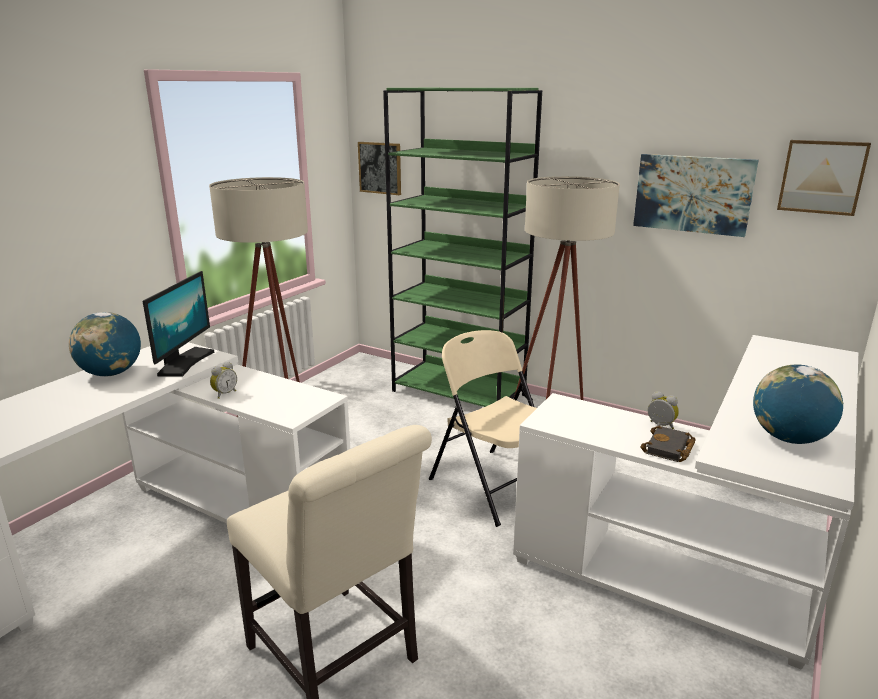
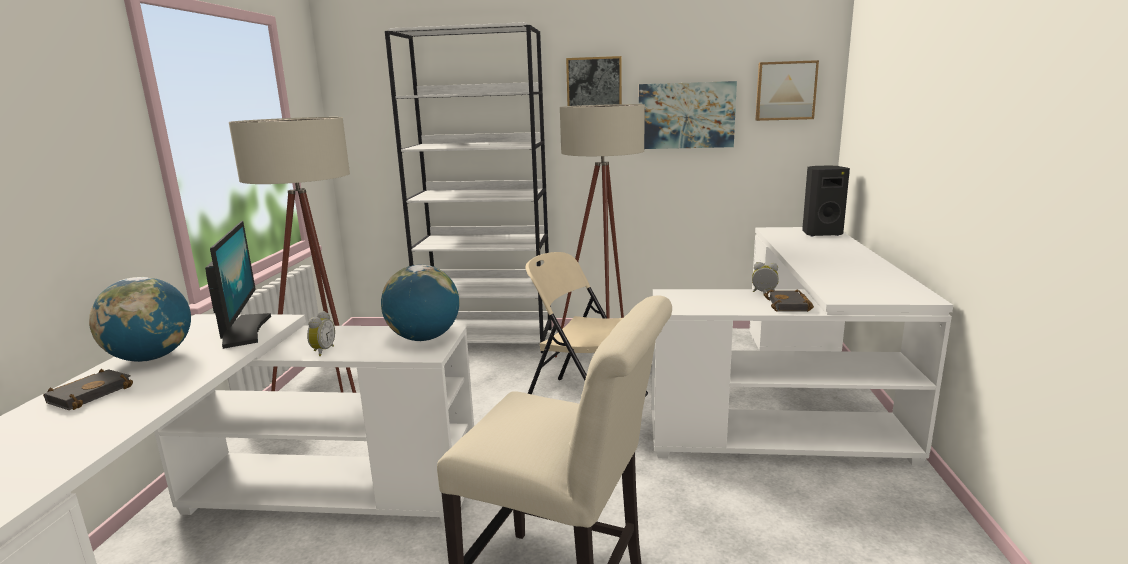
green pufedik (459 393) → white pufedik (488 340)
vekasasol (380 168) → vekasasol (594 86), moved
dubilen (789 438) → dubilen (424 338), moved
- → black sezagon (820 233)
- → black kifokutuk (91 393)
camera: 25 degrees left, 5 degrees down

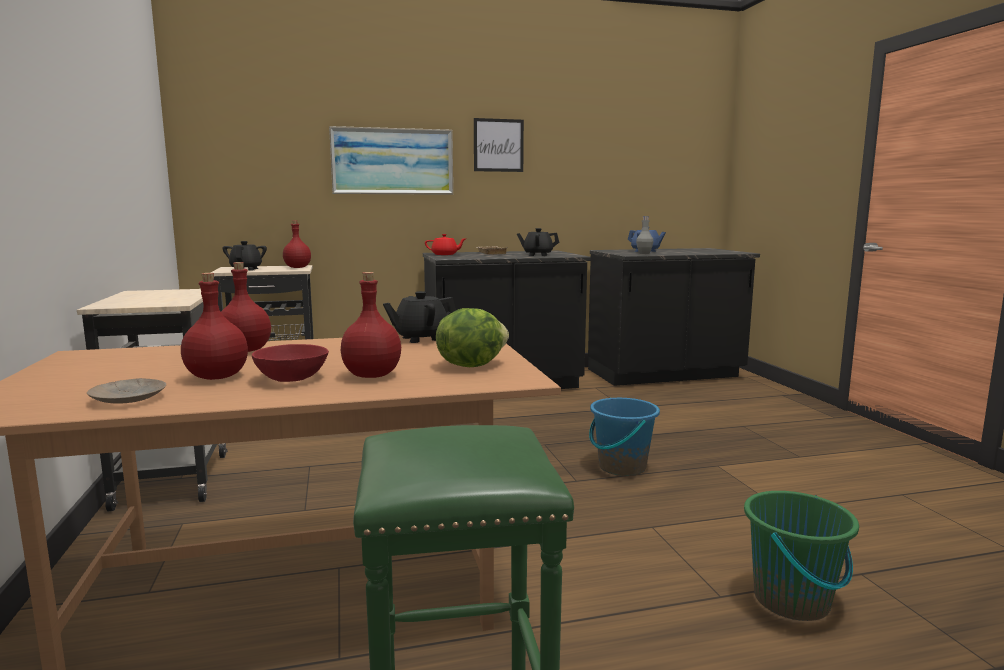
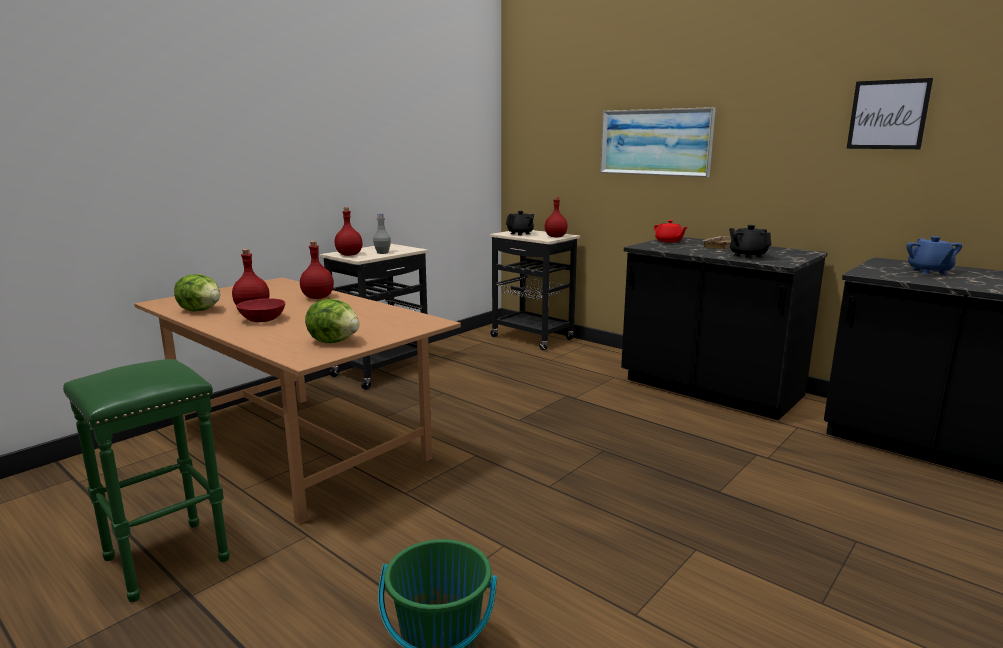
vekasasol (498 145) → vekasasol (888 114), moved
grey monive (644 253) → grey monive (382 253), moved
red monive (373 375) → red monive (349 255), moved
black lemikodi (421 338) → -
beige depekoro (129 398) → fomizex (201 310)
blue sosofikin (621 467) → -
camera: 55 degrees right, 5 degrees up

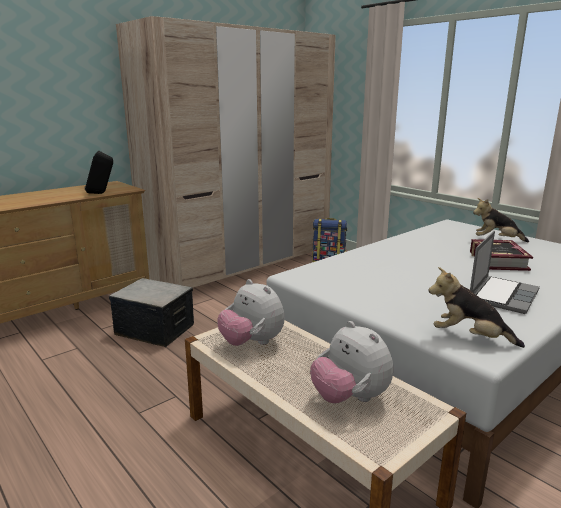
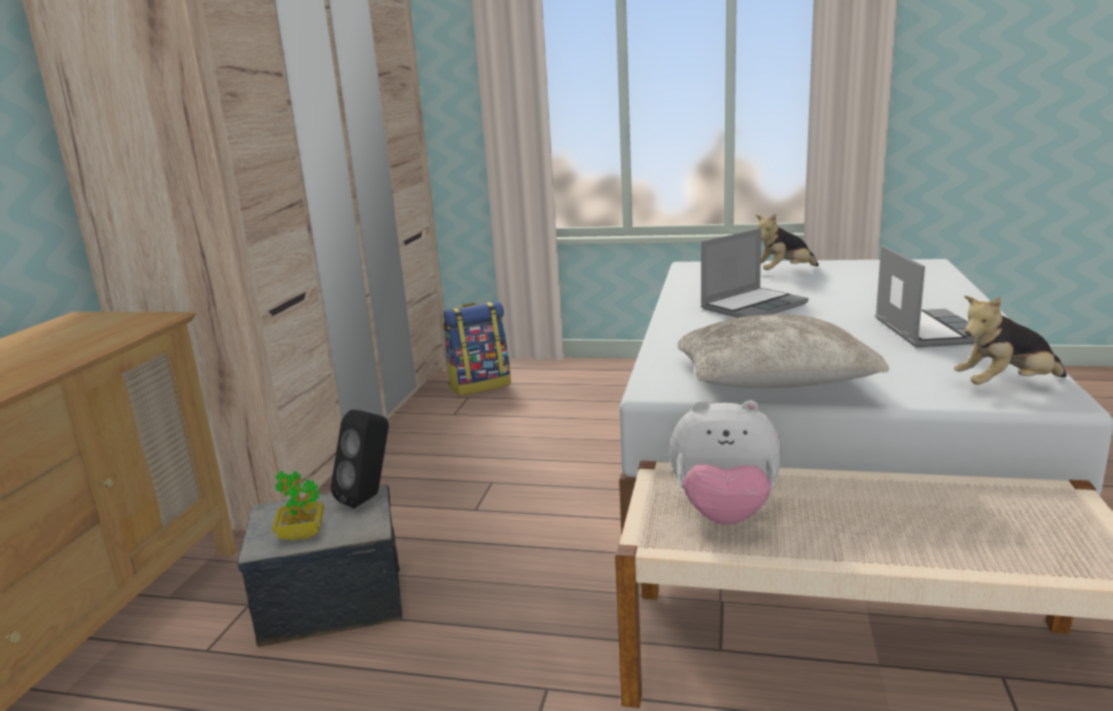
black sezagon (101 193) → black sezagon (369 498), moved
kifokutuk (497 261) → -
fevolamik (350 398) → -
- → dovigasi (753 306)
- → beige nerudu (771 382)
- → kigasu (301 534)
camera: 35 degrees left, 0 degrees up

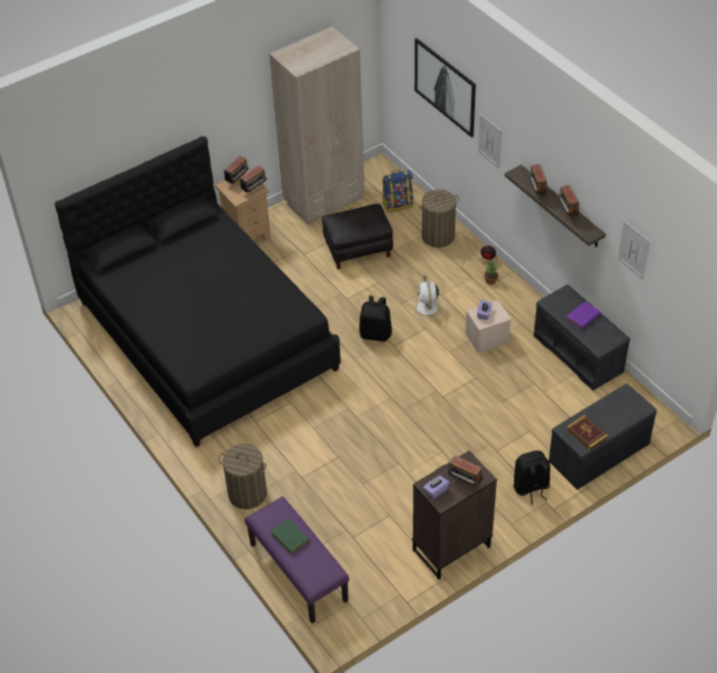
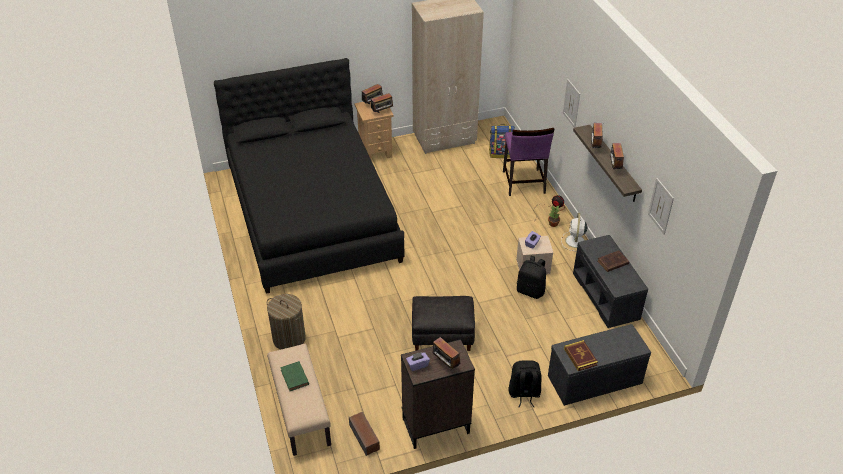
vekasasol (445 87) → -
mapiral (438 236) → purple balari (523 182)
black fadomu (357 249) → black fadomu (442 335), moved
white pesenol (427 308) → white pesenol (575 242), moved
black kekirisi (376 333) → black kekirisi (531 291), moved
purple kifokutuk (582 317) → brown kifokutuk (612 263)
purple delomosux (297 572) → beige delomosux (300 411)
- → sezagon (364 437)
camera: 15 degrees right, 5 degrees down

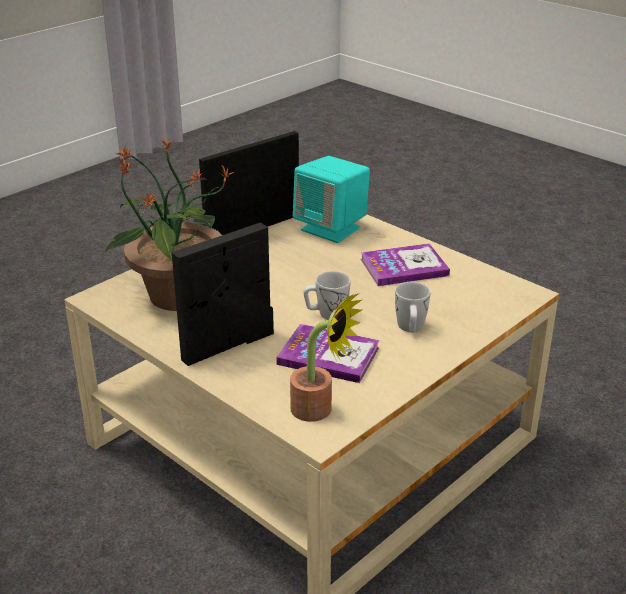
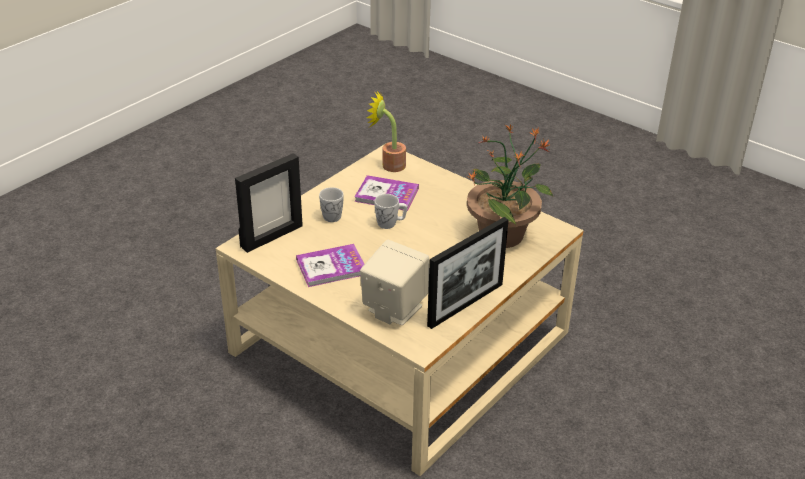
turquoise sezagon (331 229) → beige sezagon (394 308)
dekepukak (228 346) → dekepukak (271 236), moved
camera: 175 degrees right, 5 degrees up

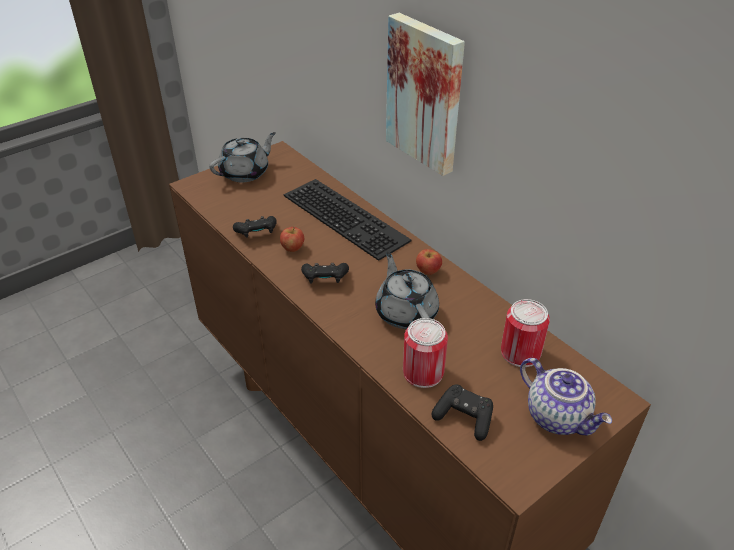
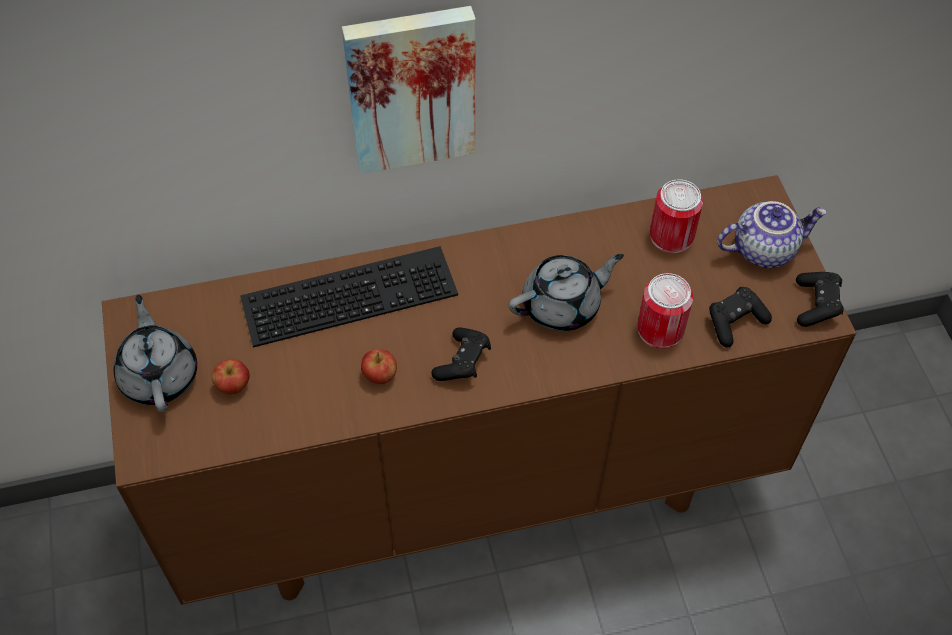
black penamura (257 233) → black penamura (816 305), moved
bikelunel (428 271) → bikelunel (233 385), moved
grey lemikodi (406 312) → grey lemikodi (562 306), 150 degrees clockwise
camera: 65 degrees left, 15 degrees up

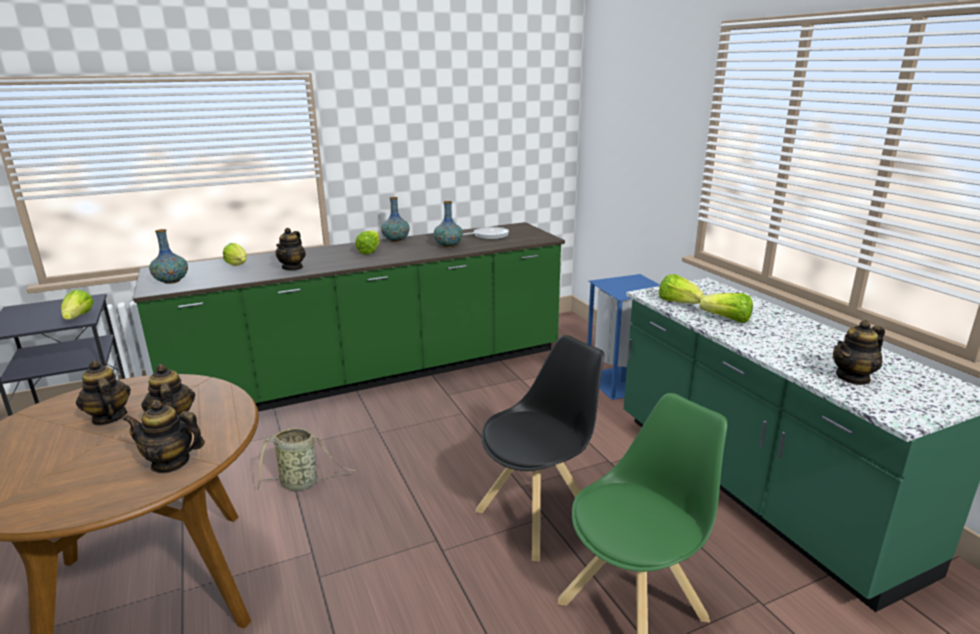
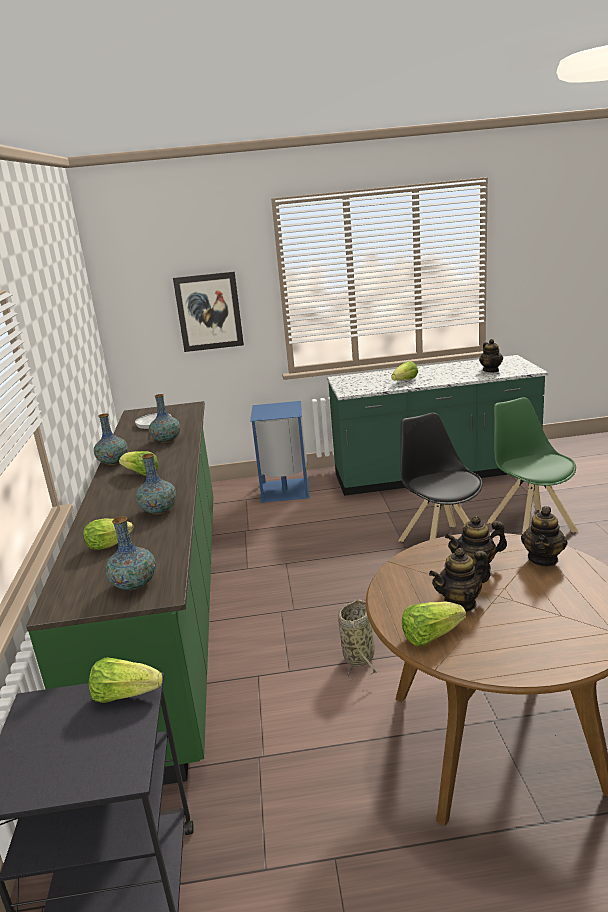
lemikodi (293 267) → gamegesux (159 510)
fomizex (678 303) → fomizex (430 636), moved
- → vekasasol (209 312)
camera: 70 degrees left, 0 degrees up

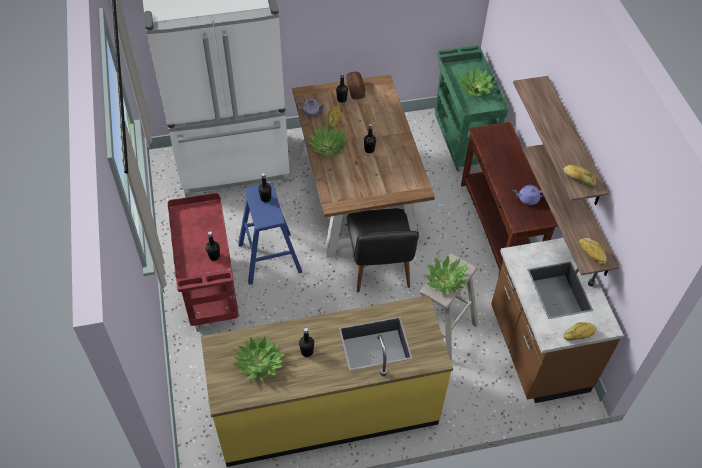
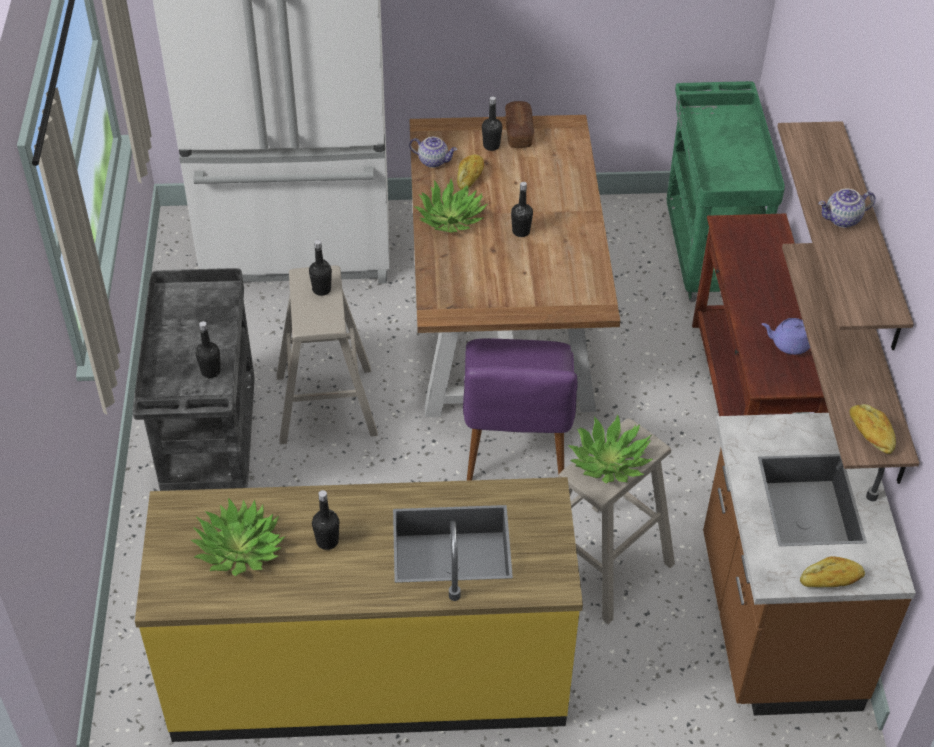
kigasu (475 88) → -
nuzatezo (578 179) → -
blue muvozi (269 257) → beige muvozi (326 404)
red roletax (211 296) → black roletax (211 455)
black balari (379 264) → purple balari (516 440)
- → lemikodi (842 220)
camera: 10 degrees right, 5 degrees down

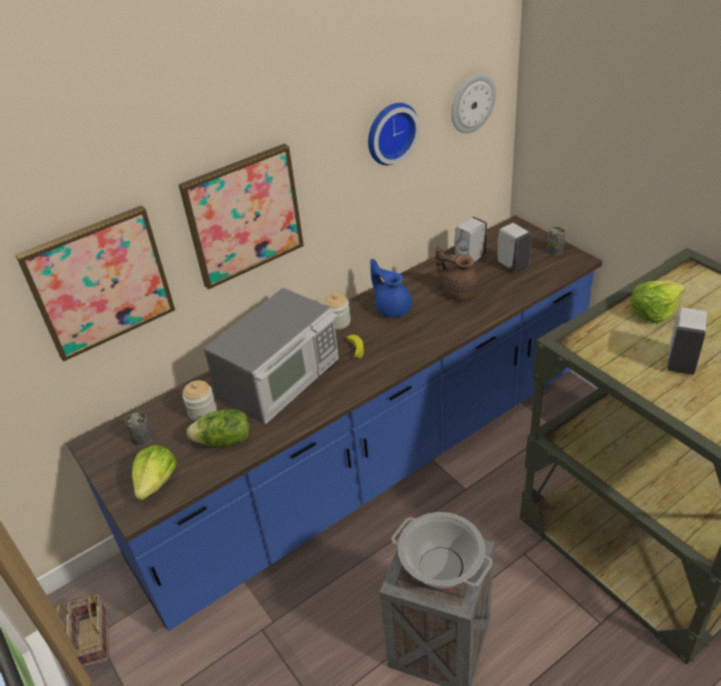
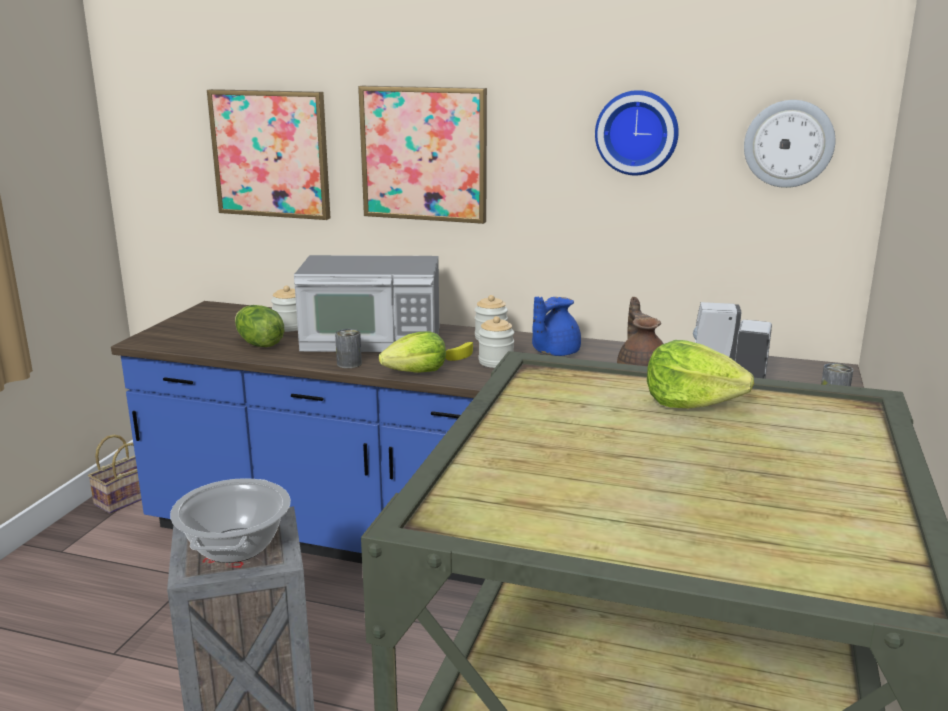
blue lemikodi (392 308) → blue lemikodi (553 352), 150 degrees counterclockwise
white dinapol (681 362) → -
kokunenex (142 438) → kokunenex (349 363), moved
fomizex (157 482) → fomizex (416 372), moved
- → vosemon (496 362)
camera: 50 degrees right, 20 degrees down

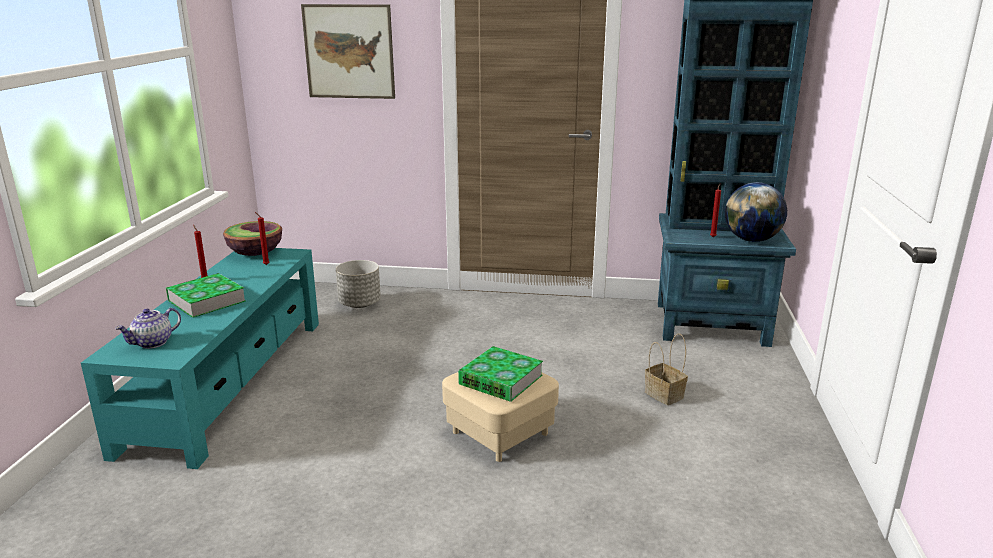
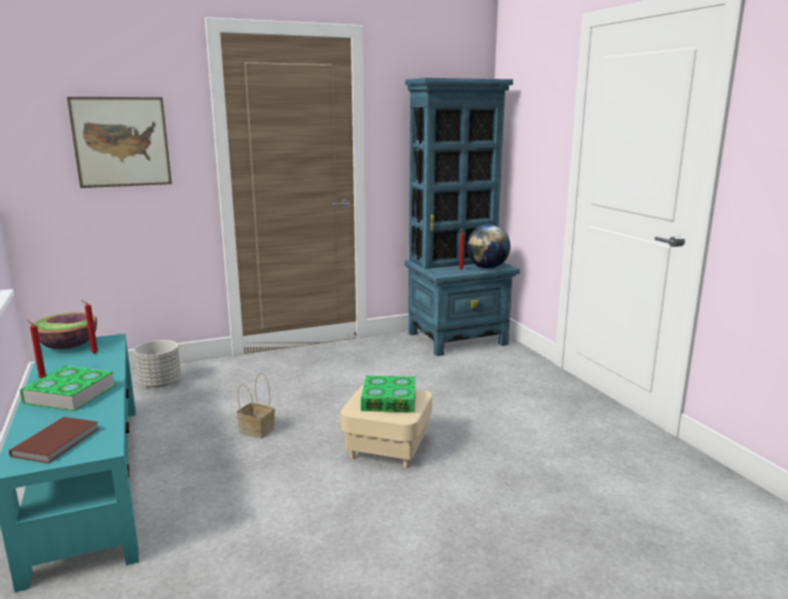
lemikodi (152 343) → brown kifokutuk (59 442)
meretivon (662 394) → meretivon (255 430), moved
camera: 30 degrees left, 5 degrees down

